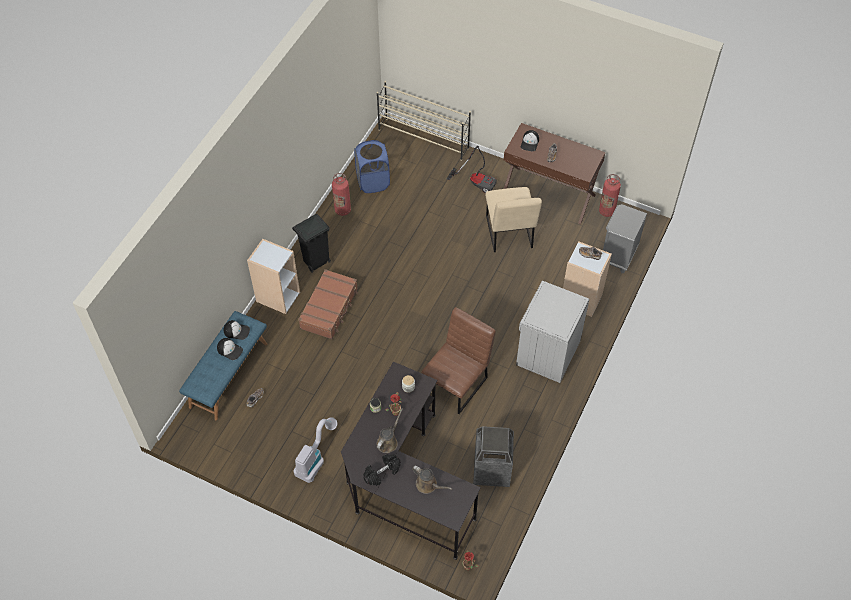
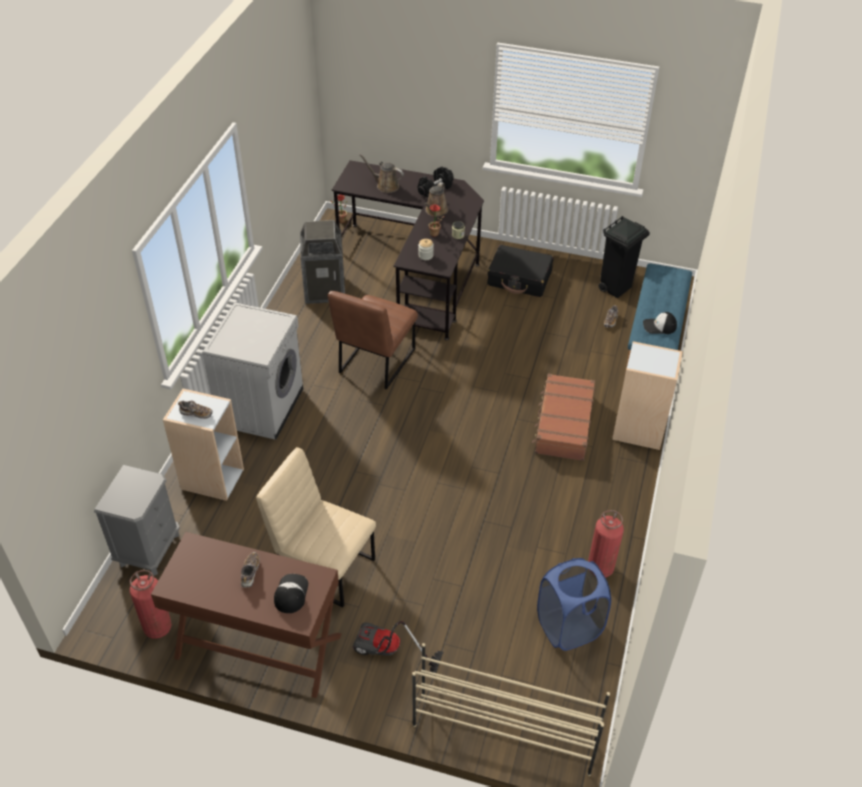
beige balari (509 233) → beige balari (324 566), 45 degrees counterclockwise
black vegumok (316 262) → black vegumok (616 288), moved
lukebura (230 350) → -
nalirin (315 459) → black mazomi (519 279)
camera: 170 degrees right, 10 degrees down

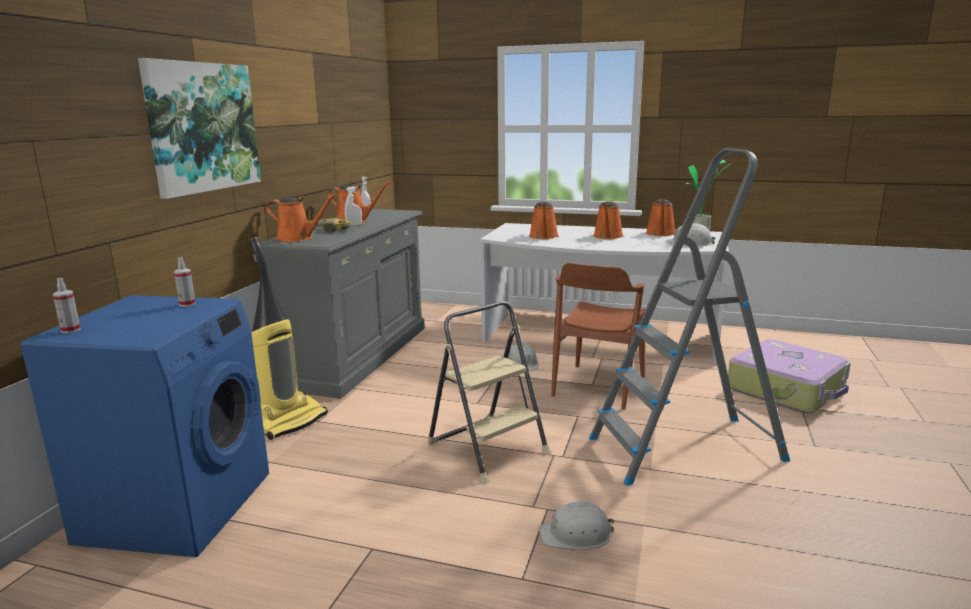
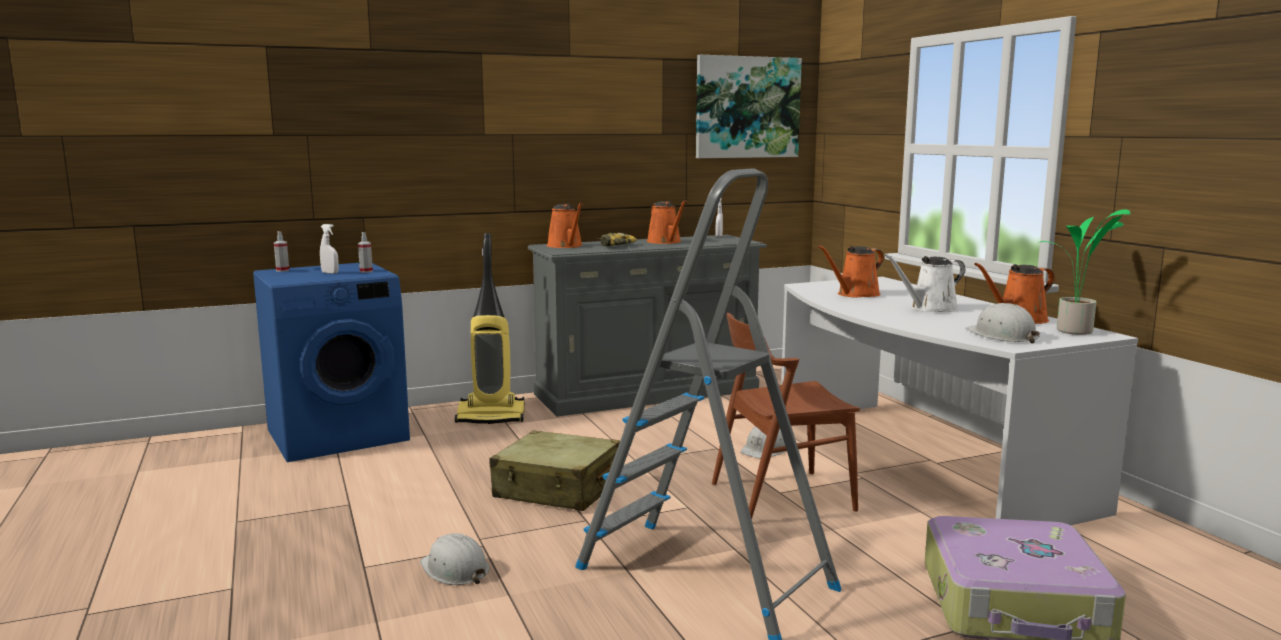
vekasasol (203 127) → vekasasol (747 107), moved
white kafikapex (354 225) → white kafikapex (330 273), moved
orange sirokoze (607 237) → white sirokoze (930 308)
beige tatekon (485 446) → beige mazomi (558 489)
camera: 50 degrees right, 5 degrees down

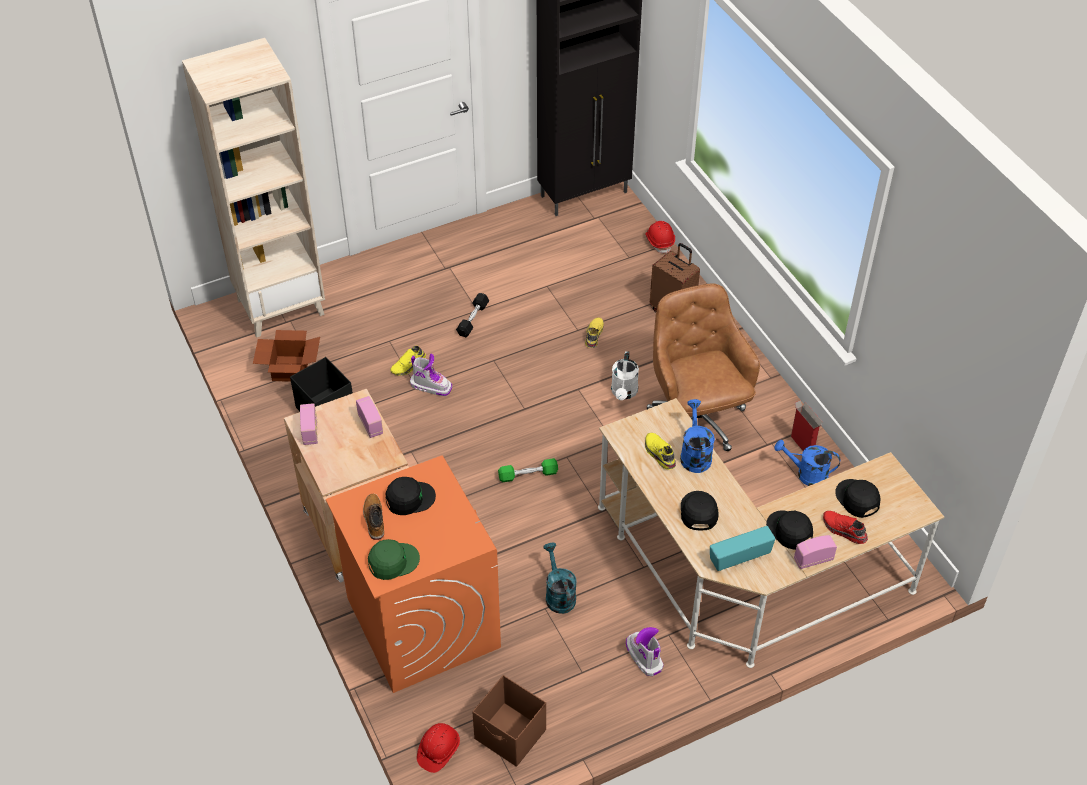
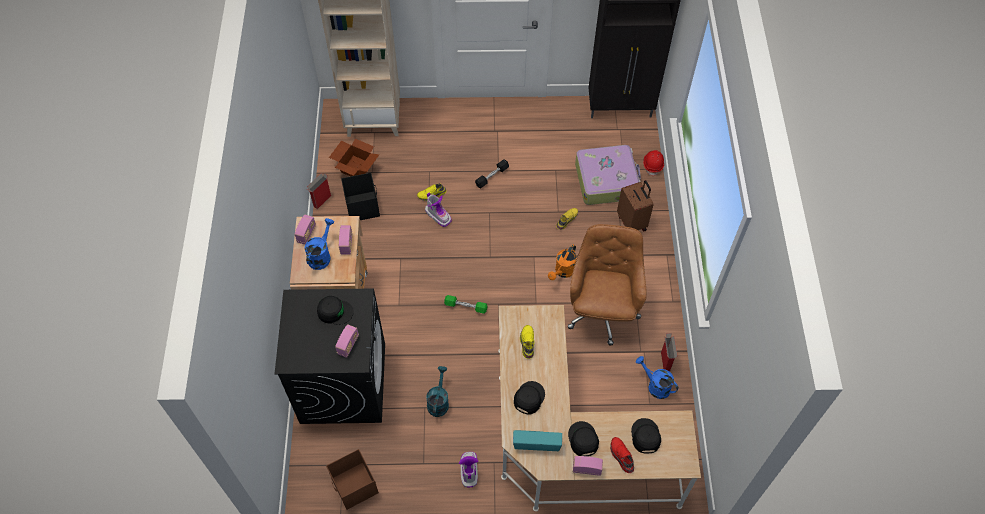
white sirokoze (624 393) → orange sirokoze (563 272)
blue sirokoze (694 454) → blue sirokoze (321 255), moved
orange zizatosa (422 622) → black zizatosa (343 382)
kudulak (374 519) → -
green lukebura (393 561) → -
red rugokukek (438 751) → -
- → mazomi (607 180)
- → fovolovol (322 201)
- → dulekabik (348 345)
camera: 25 degrees right, 10 degrees up

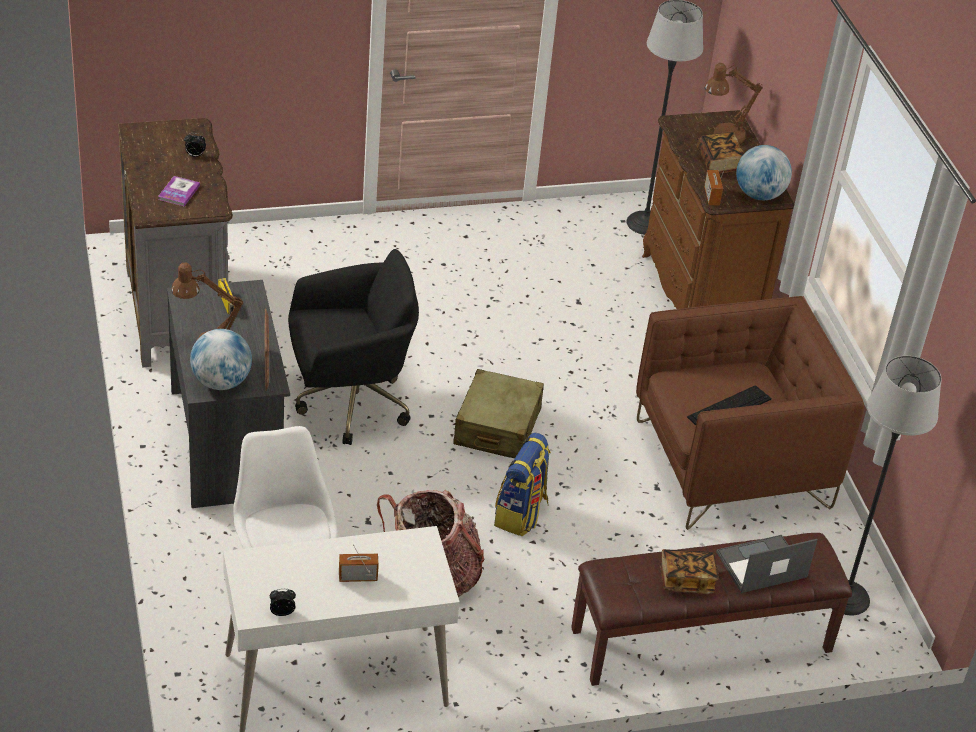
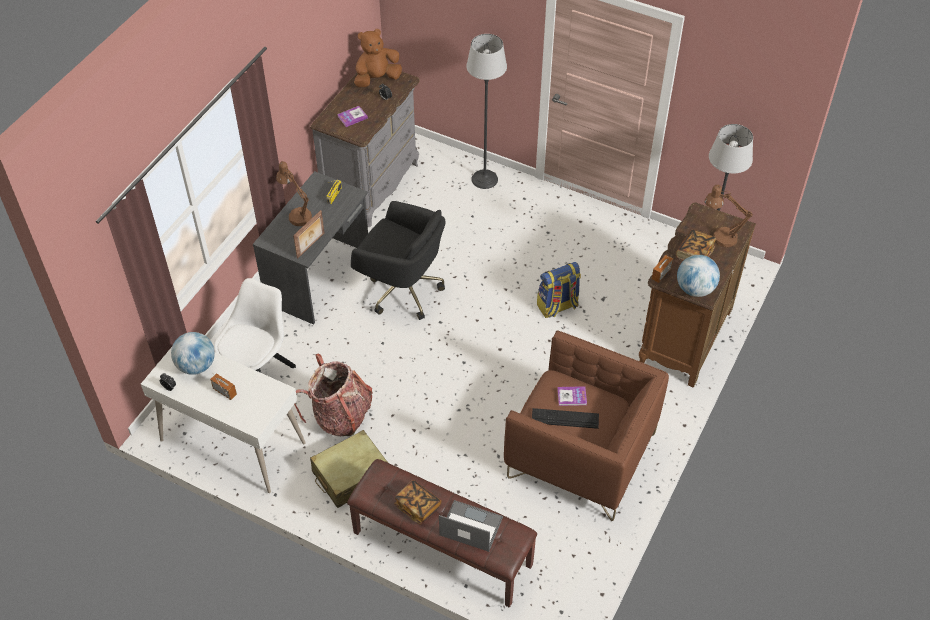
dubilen (221 382) → dubilen (196 366), moved
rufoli (847 597) → rufoli (484 179), moved
beige mazomi (497 427) → beige mazomi (351 475), moved
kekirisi (521 514) → kekirisi (557 306), moved
- → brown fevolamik (377 79)
- → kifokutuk (572 396)
camera: 45 degrees right, 10 degrees up

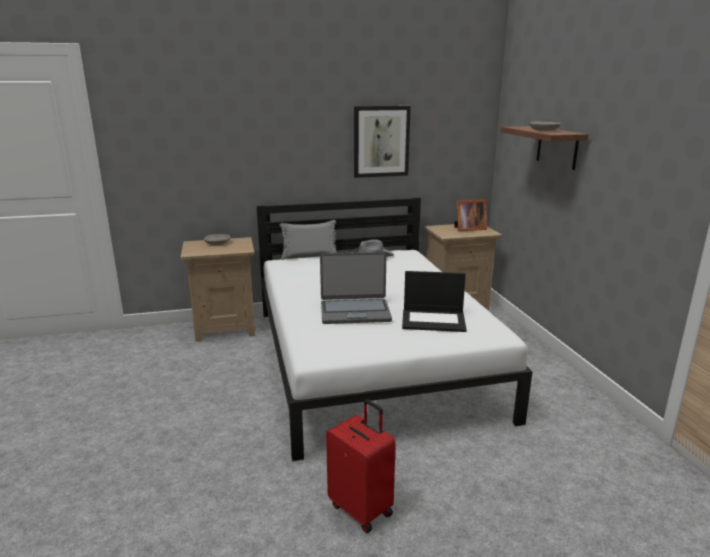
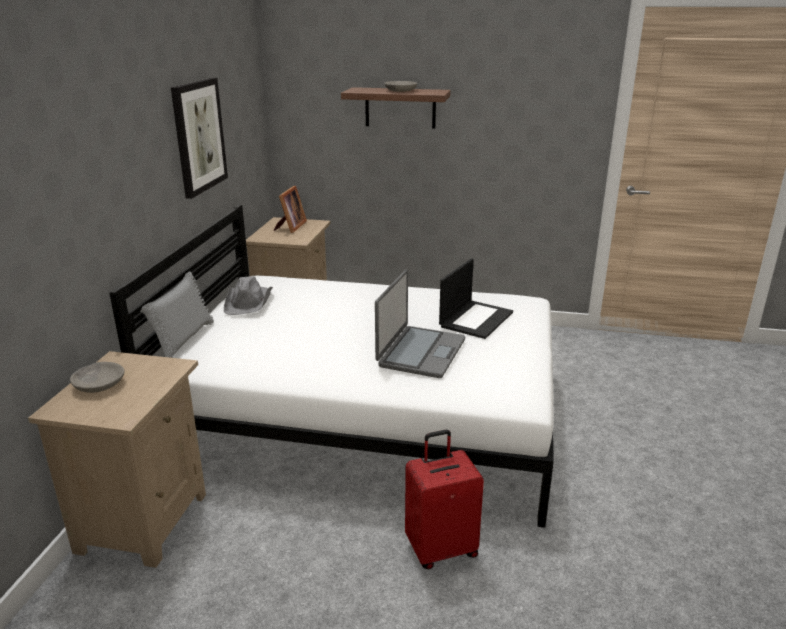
red mazomi (362 509) → red mazomi (441 548), moved
camera: 65 degrees left, 5 degrees up

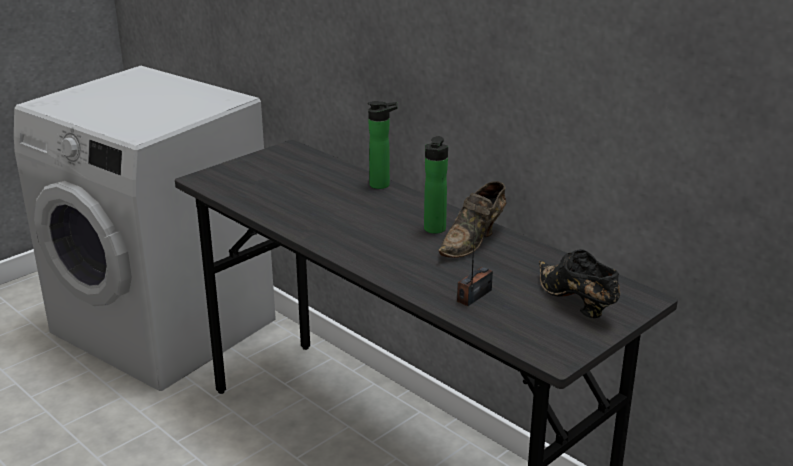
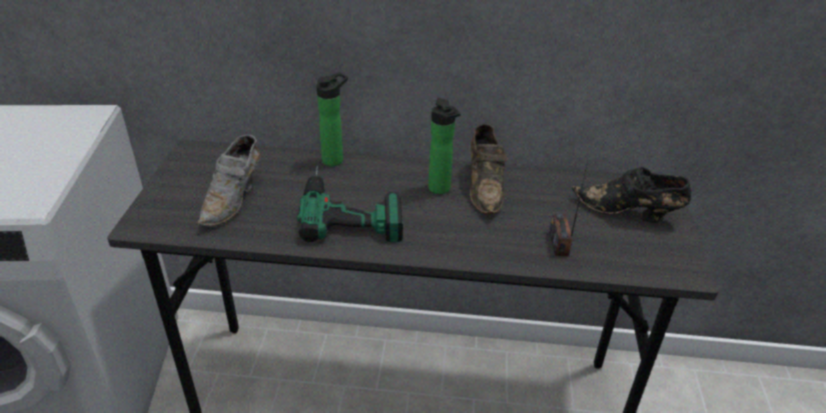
- → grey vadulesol (234 199)
- → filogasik (351 207)
camera: 40 degrees left, 10 degrees up

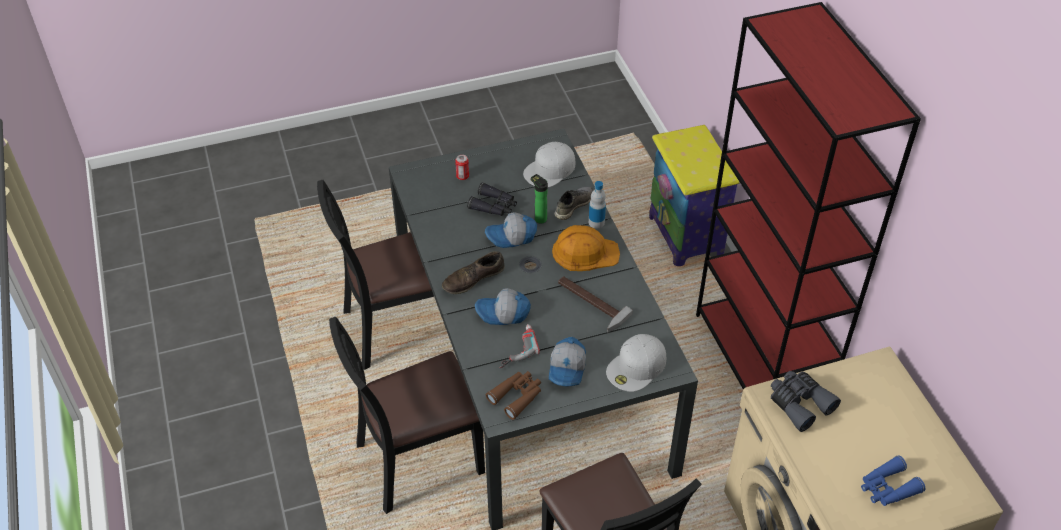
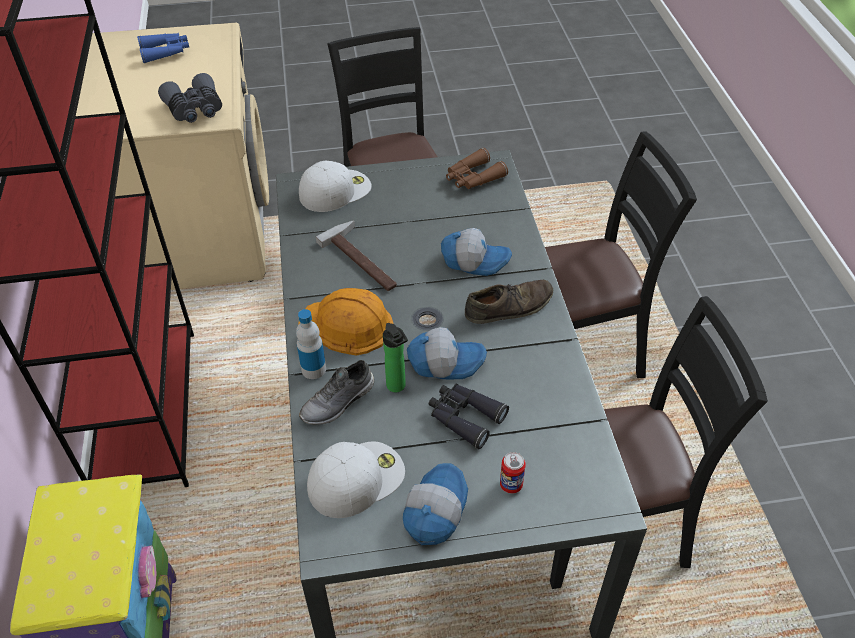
filogasik (515 348) → -
lukebura (568 369) → lukebura (434 510), moved
camera: 170 degrees left, 0 degrees up

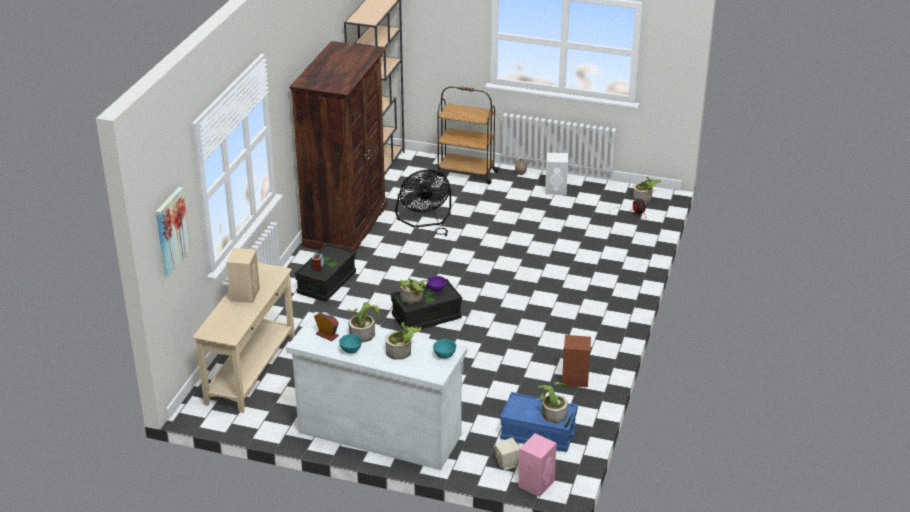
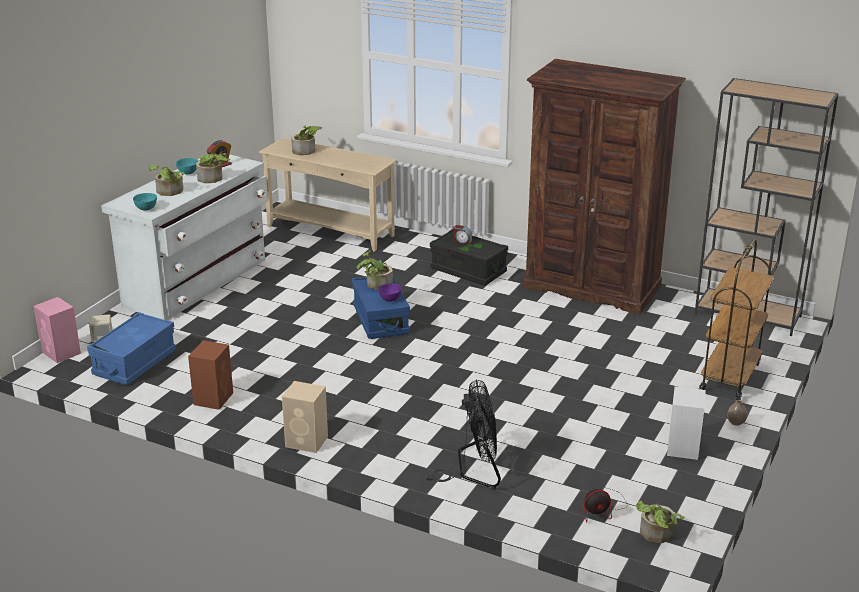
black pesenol (428 222) → black pesenol (472 466), moved
vekasasol (171 231) → -
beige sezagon (245 294) → beige sezagon (307 442), moved
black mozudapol (426 317) → blue mozudapol (380 320)
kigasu (552 412) → kigasu (307 150), moved
camera: 100 degrees right, 5 degrees down

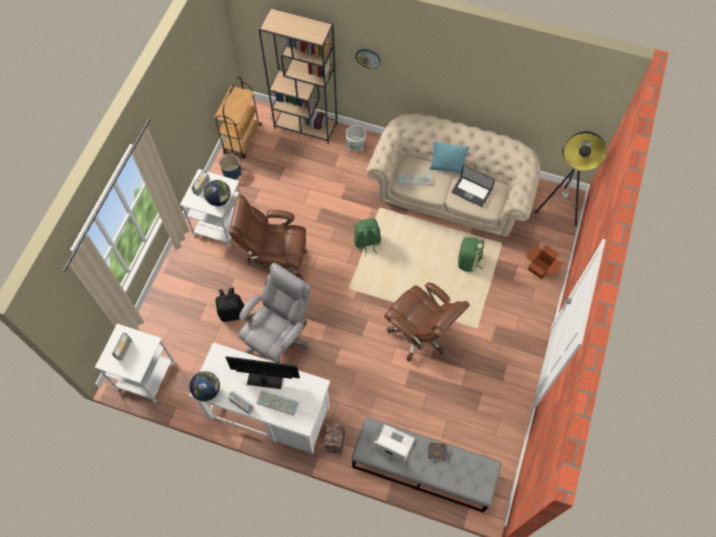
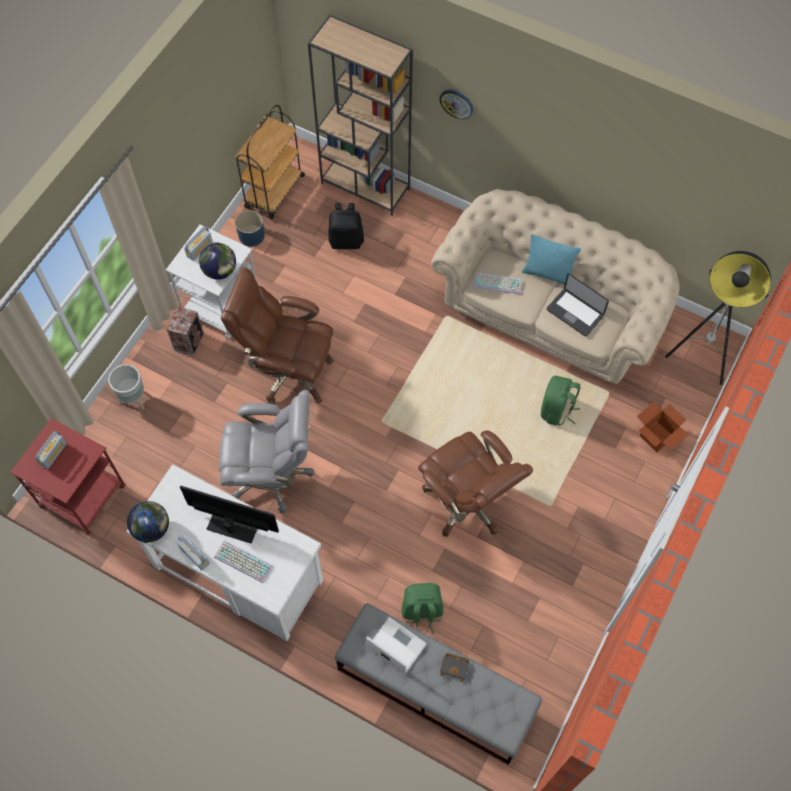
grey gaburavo (355 151) → grey gaburavo (134 400), moved
green kekirisi (367 243) → green kekirisi (422 612), moved
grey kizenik (280 340) → grey kizenik (272 477), 45 degrees clockwise
black kekirisi (232 312) → black kekirisi (346 240), moved
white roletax (146 375) → red roletax (83 495)
sezagon (335 441) → sezagon (190 341), moved
camera: 10 degrees right, 0 degrees up

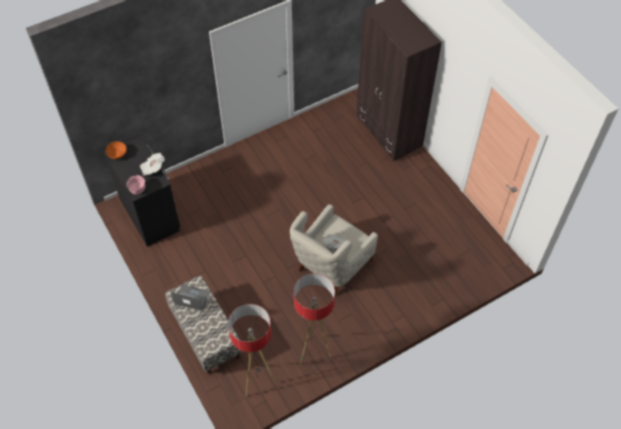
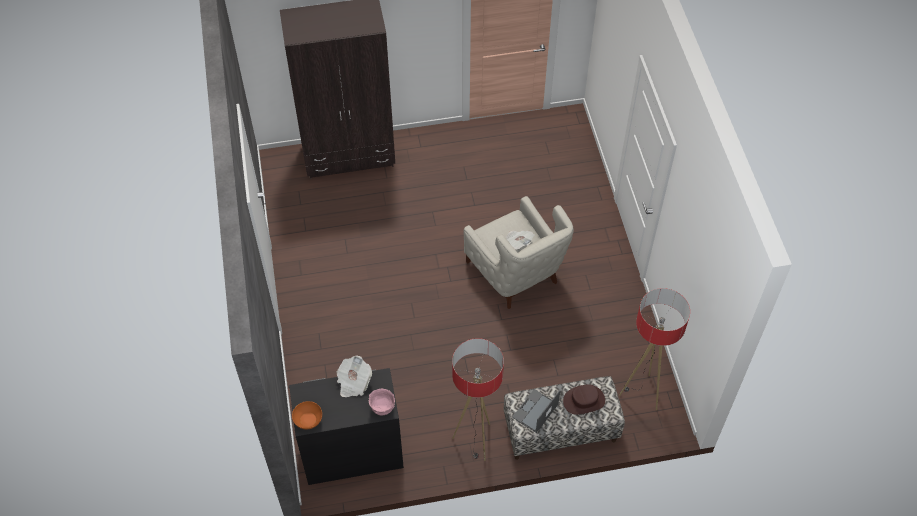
rufoli (313 353) → rufoli (475 441), moved
- → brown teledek (584 400)
camera: 70 degrees left, 0 degrees up

